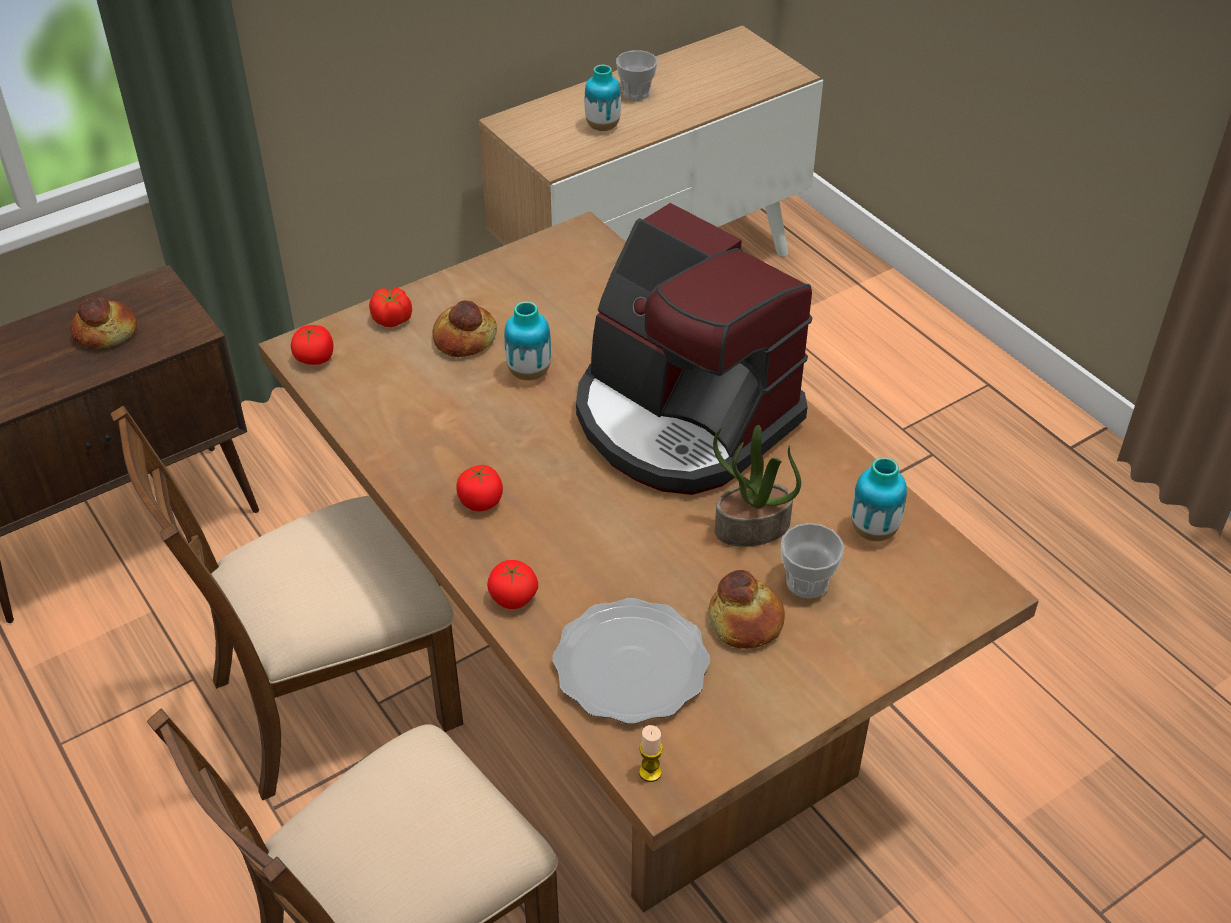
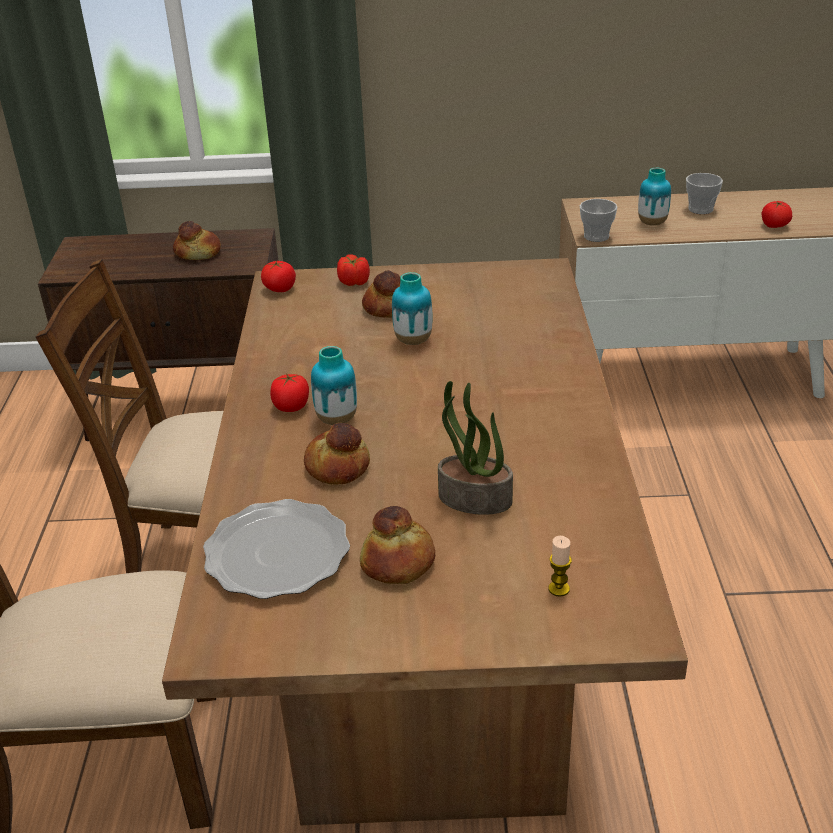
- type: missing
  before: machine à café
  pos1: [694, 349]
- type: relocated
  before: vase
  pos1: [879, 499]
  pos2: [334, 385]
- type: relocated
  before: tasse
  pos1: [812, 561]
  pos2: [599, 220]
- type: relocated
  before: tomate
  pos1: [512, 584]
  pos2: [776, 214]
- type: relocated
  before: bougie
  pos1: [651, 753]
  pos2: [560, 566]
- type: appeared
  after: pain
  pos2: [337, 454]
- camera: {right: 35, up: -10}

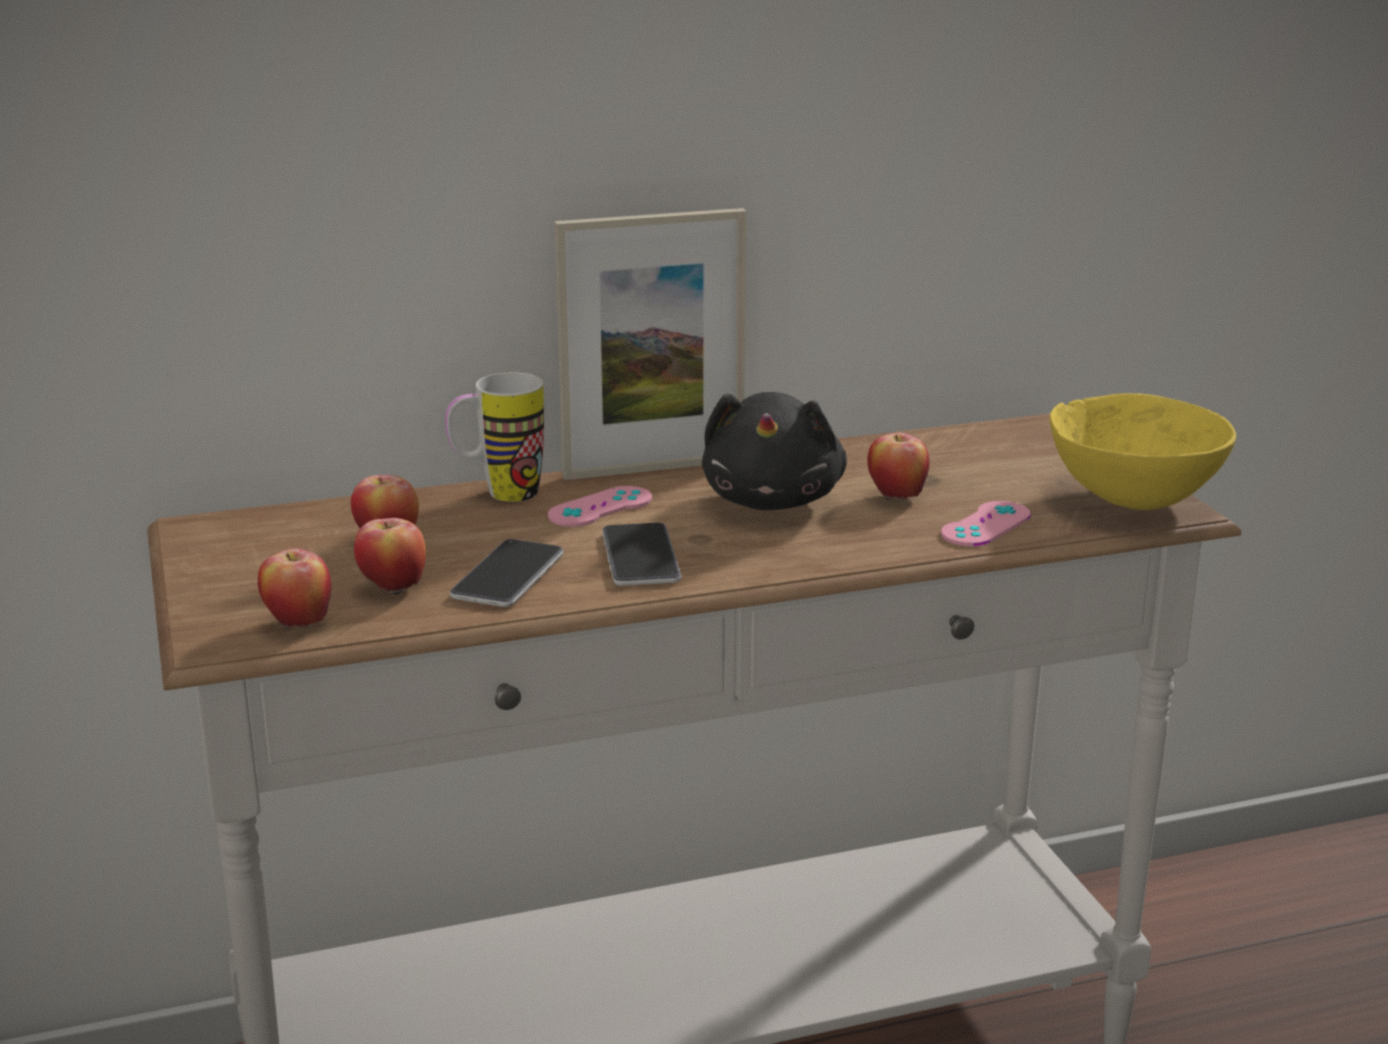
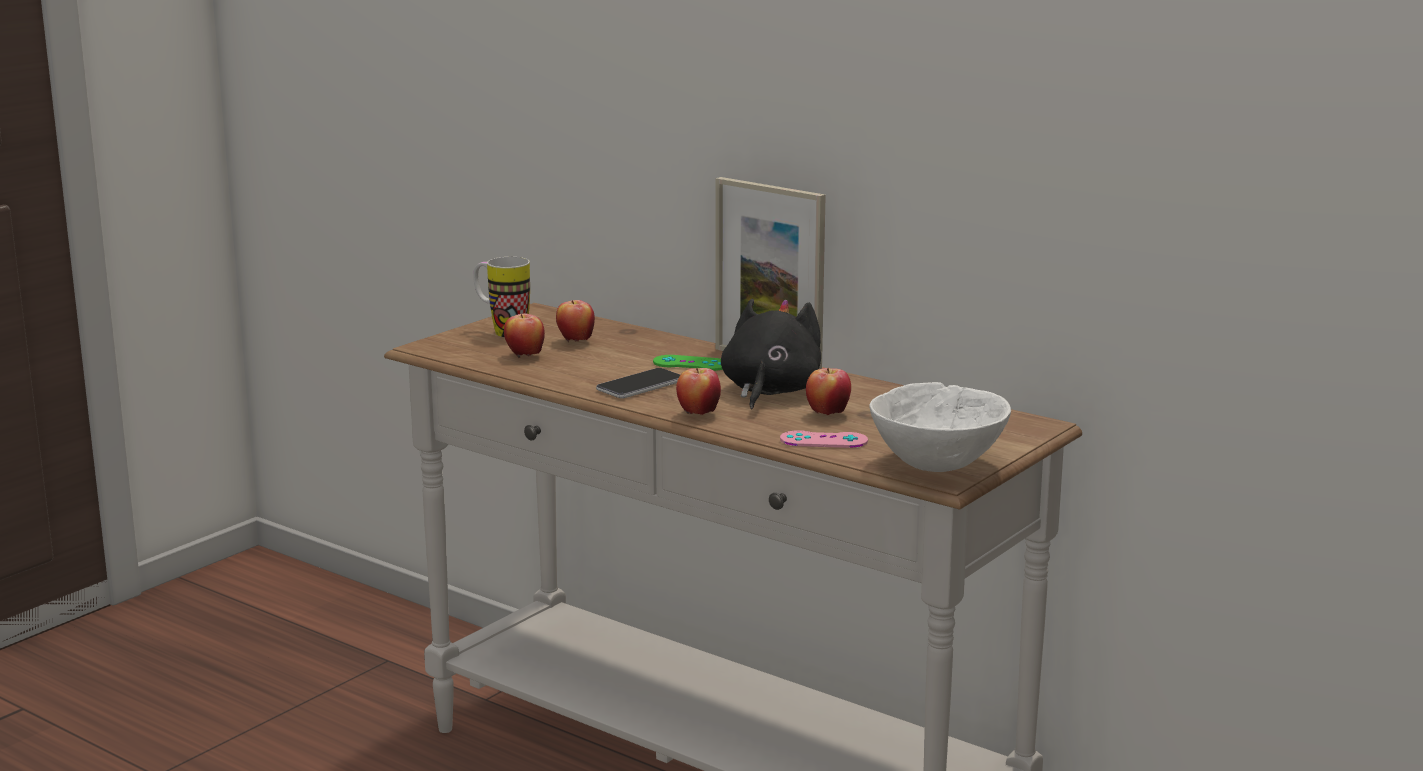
- type: relocated
  before: mug
  pos1: [494, 437]
  pos2: [501, 297]
- type: spun
  before: peluche (noir)
  pos1: [774, 451]
  pos2: [771, 354]
  turn: 135
- type: colour
  before: bol (jaune)
  after: bol (blanc)
  pos1: [1142, 451]
  pos2: [940, 427]
- type: colour
  before: manette (rose)
  after: manette (vert)
  pos1: [600, 506]
  pos2: [688, 363]
- type: missing
  before: téléphone
  pos1: [506, 573]
- type: relocated
  before: pomme
  pos1: [295, 589]
  pos2: [698, 391]
- camera: {right: 55, up: -5}

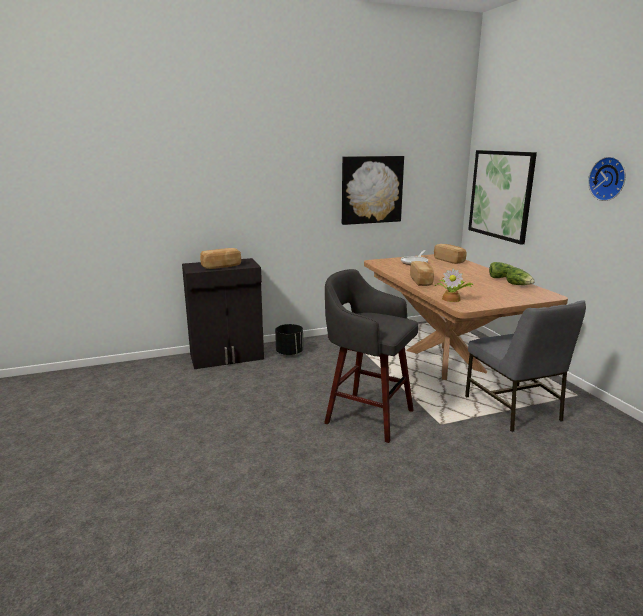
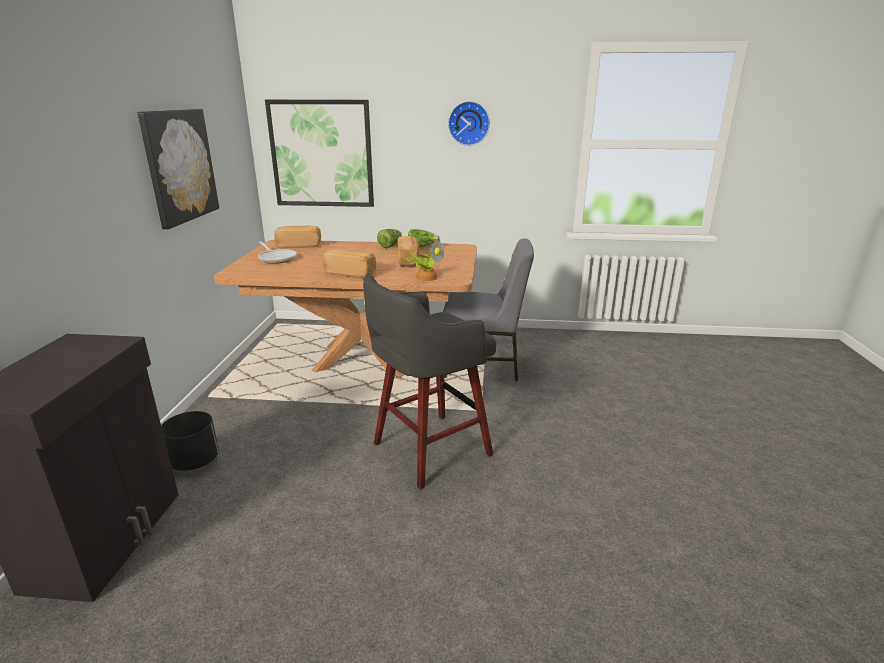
- type: relocated
  before: pain
  pos1: [220, 258]
  pos2: [409, 251]
- camera: {right: -65, up: 5}

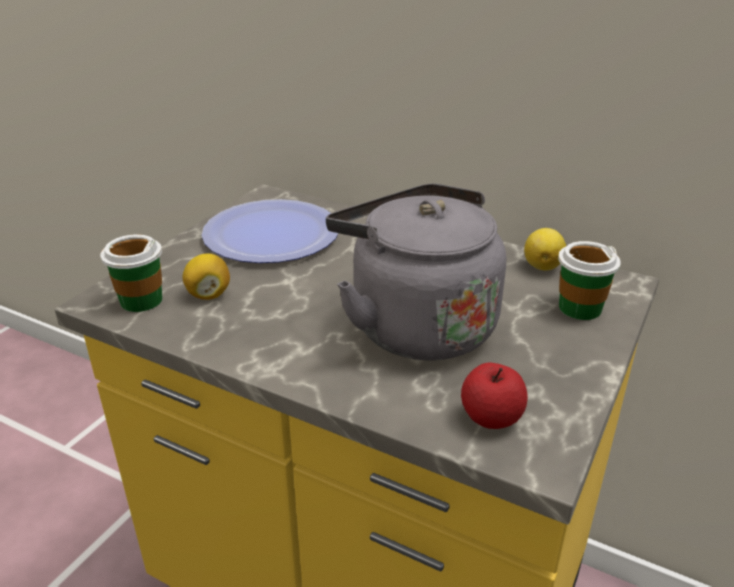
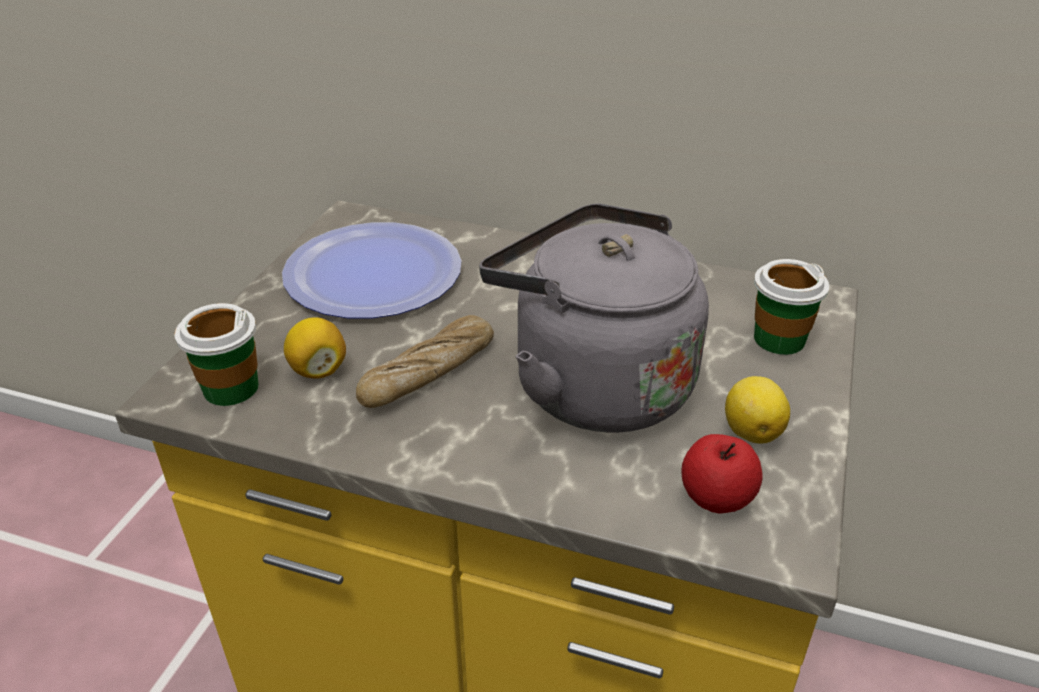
- type: relocated
  before: citron
  pos1: [545, 249]
  pos2: [757, 409]
- type: appeared
  after: pain
  pos2: [425, 361]
- camera: {right: -10, up: 5}

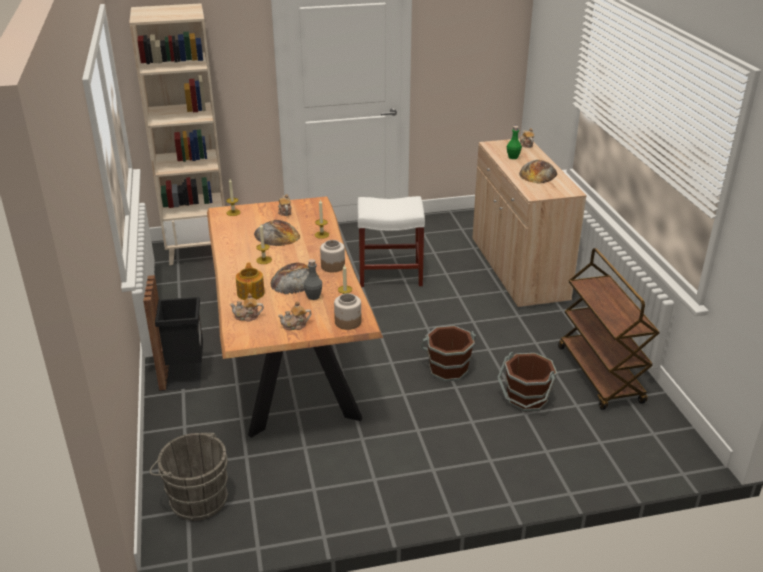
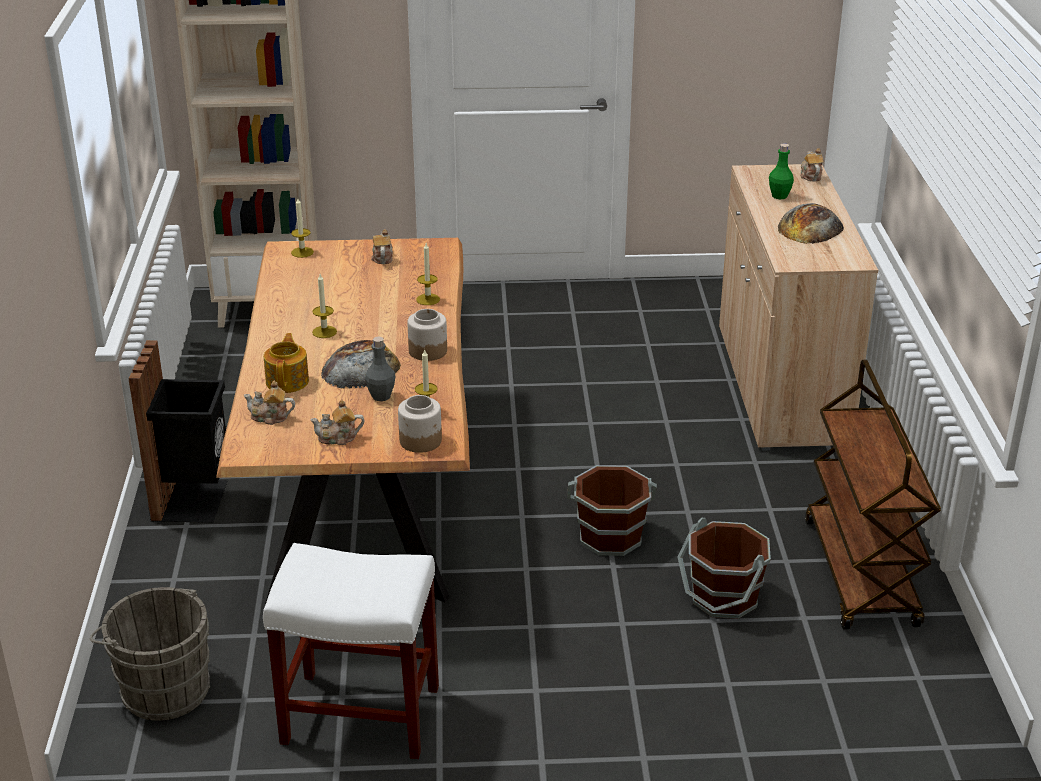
- type: relocated
  before: tabouret (blanc)
  pos1: [391, 241]
  pos2: [351, 651]
- type: missing
  before: pain
  pos1: [277, 233]
- camera: {right: 10, up: 0}

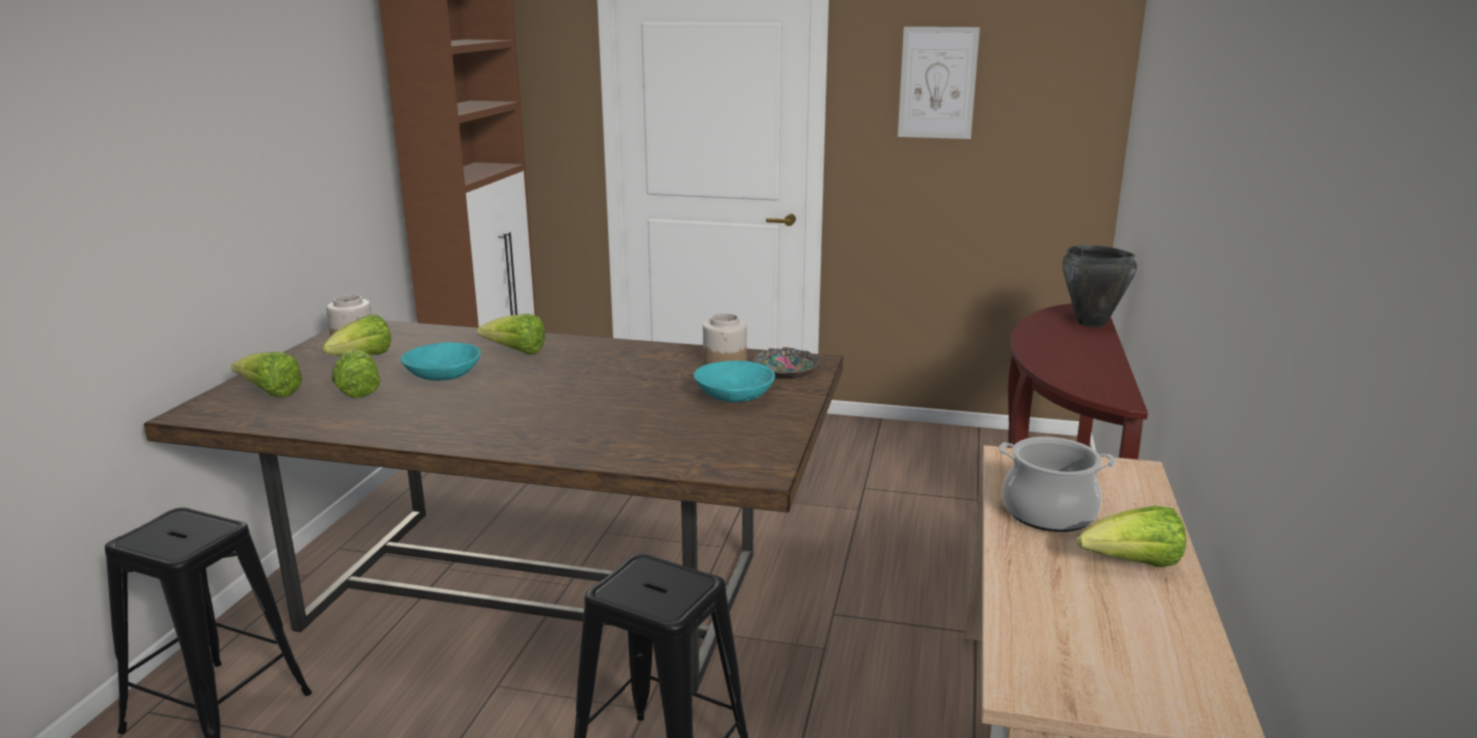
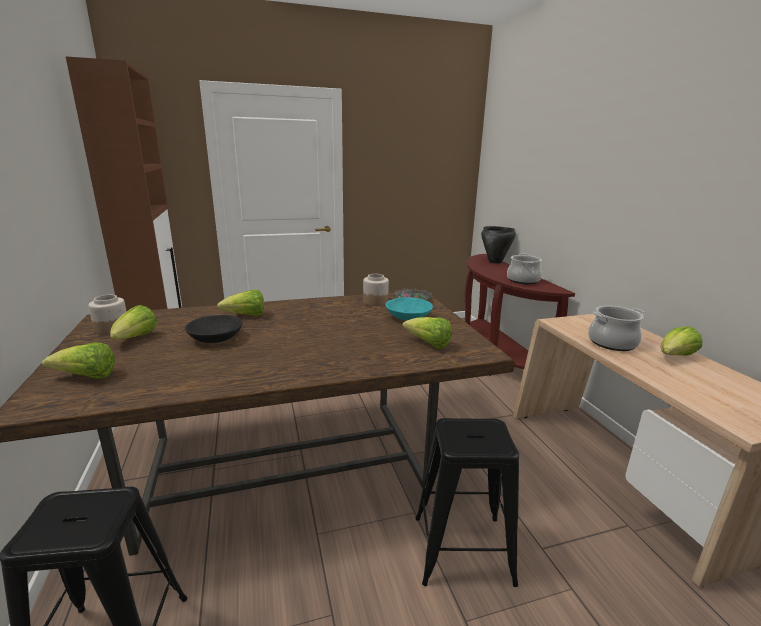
- type: missing
  before: tableau
  pos1: [939, 83]
- type: colour
  before: bol (turquoise)
  after: bol (noir)
  pos1: [440, 361]
  pos2: [214, 329]
- type: relocated
  before: laitue
  pos1: [356, 373]
  pos2: [427, 333]
- type: appeared
  after: marmite
  pos2: [524, 269]
- camera: {right: -30, up: 0}

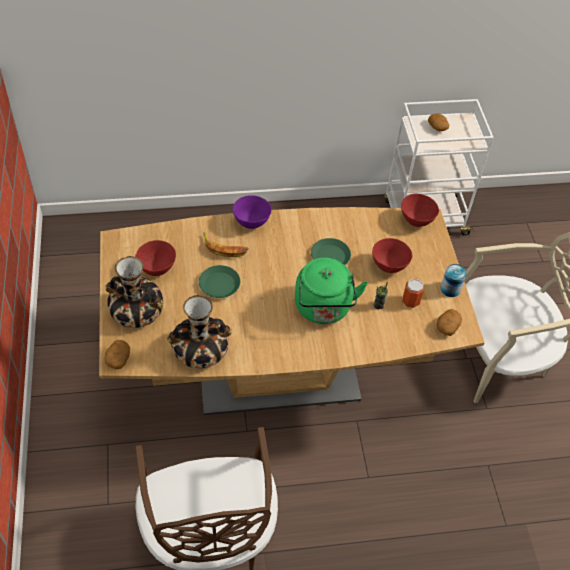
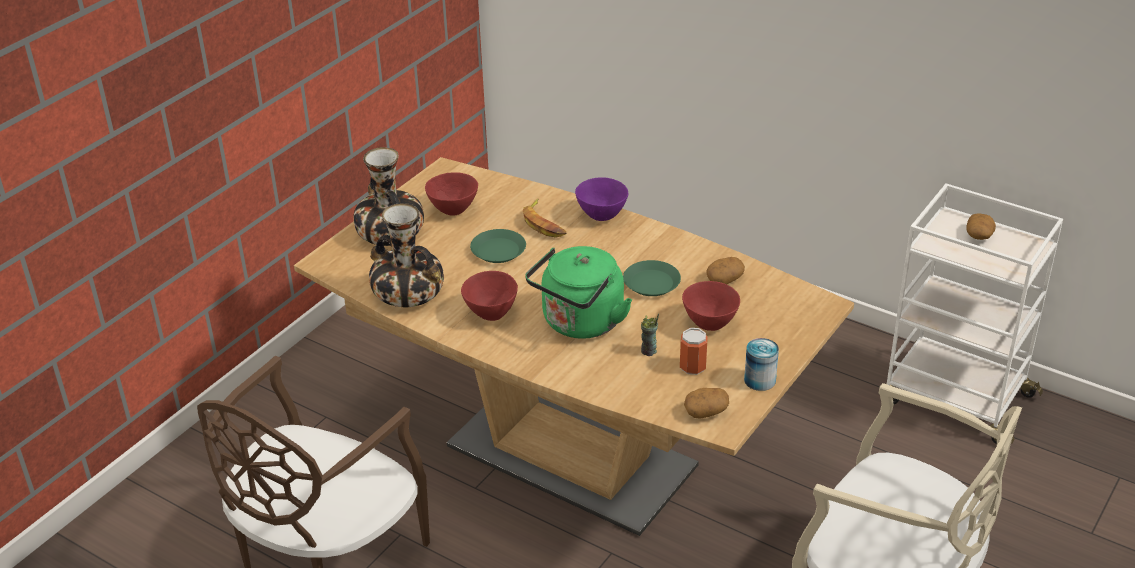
- type: relocated
  before: bol (rouge)
  pos1: [420, 210]
  pos2: [489, 296]
- type: relocated
  before: pomme de terre
  pos1: [117, 354]
  pos2: [725, 270]
- camera: {right: 45, up: -15}

